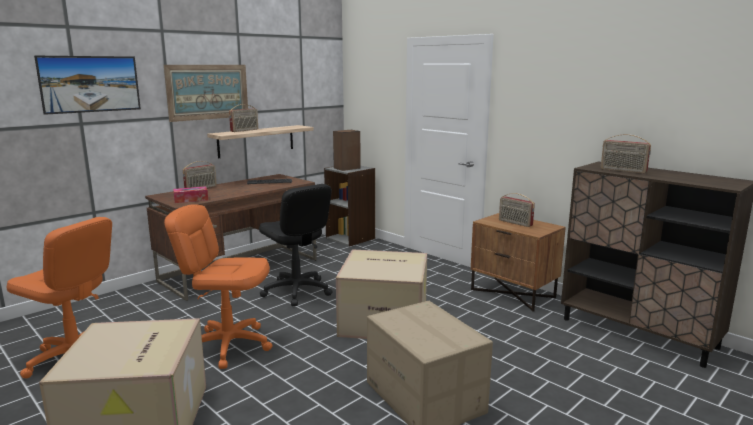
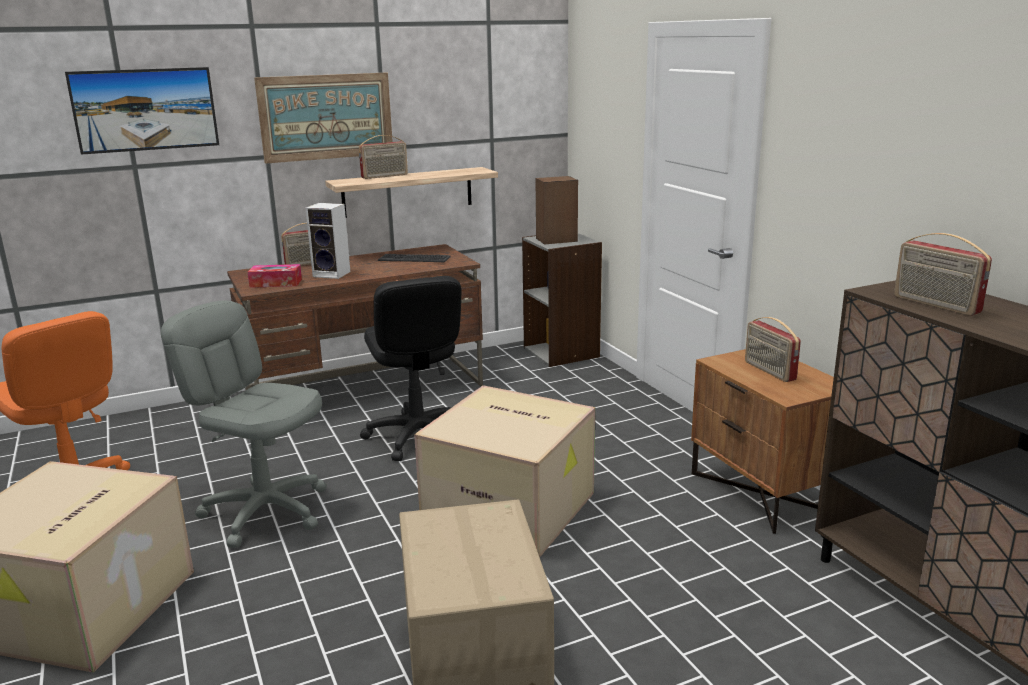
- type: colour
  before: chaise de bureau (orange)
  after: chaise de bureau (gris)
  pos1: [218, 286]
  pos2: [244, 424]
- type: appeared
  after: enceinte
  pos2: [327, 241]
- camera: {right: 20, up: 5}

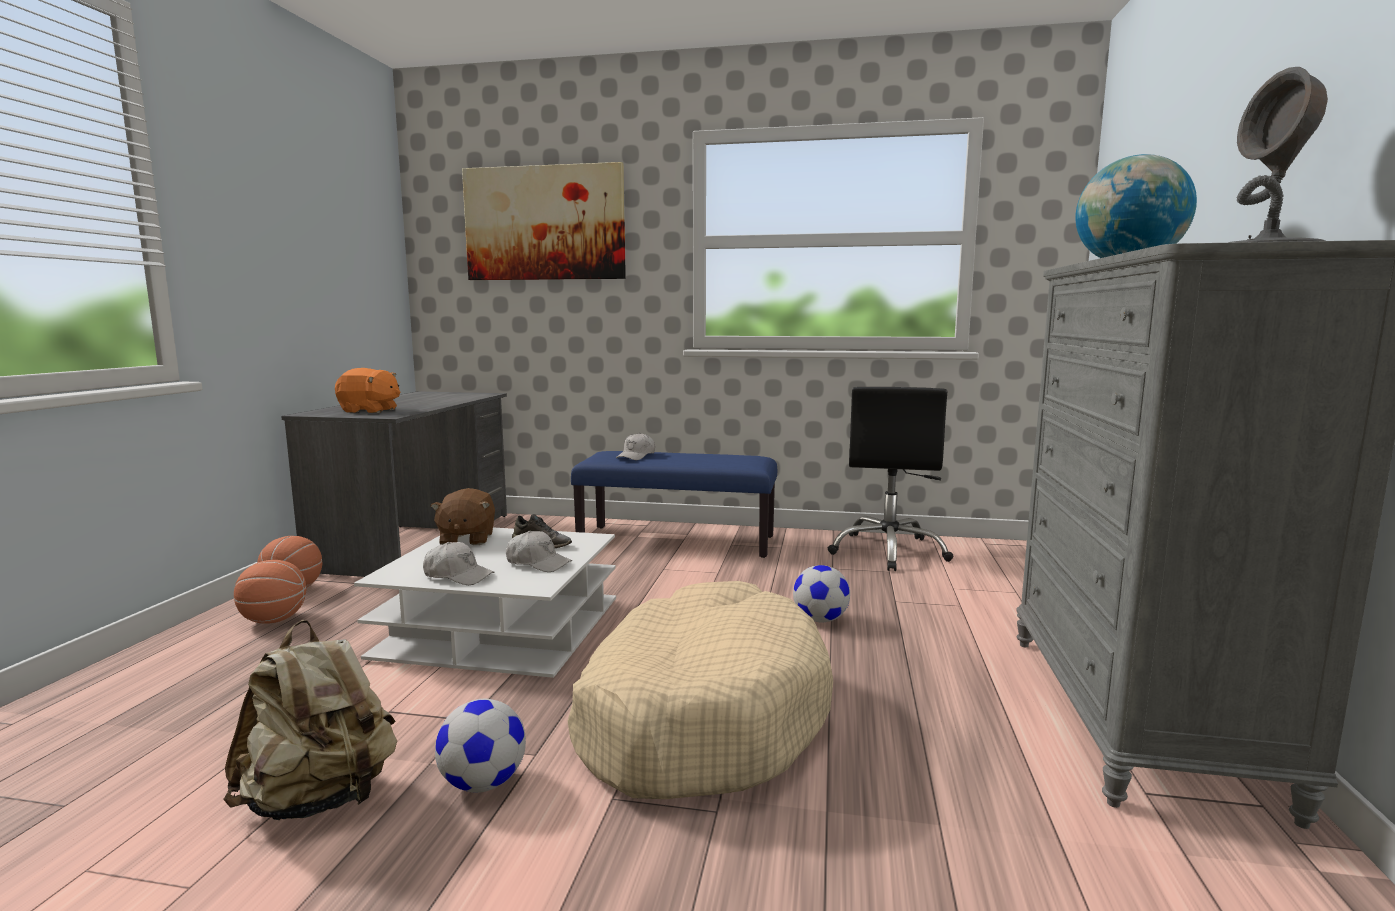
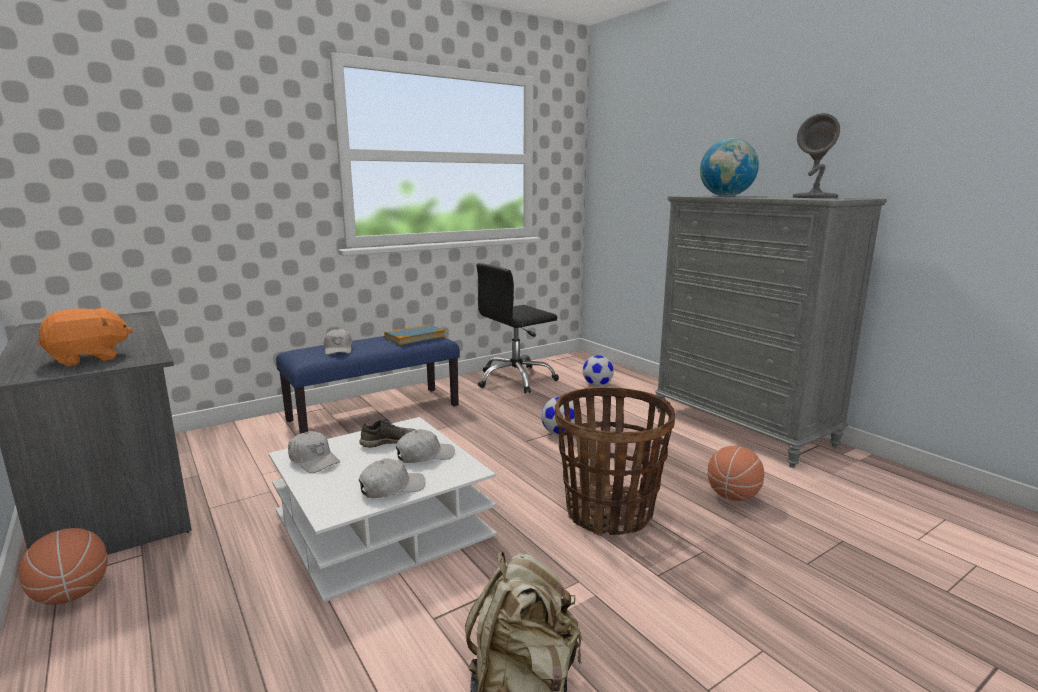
- type: missing
  before: tableau
  pos1: [544, 221]
- type: spun
  before: chaise de bureau (noir)
  pos1: [890, 479]
  pos2: [517, 328]
  turn: 90
- type: exchanged
  before: peluche (marron)
  after: casquette (blanc)
  pos1: [462, 516]
  pos2: [314, 452]
- type: relocated
  before: ballon de basket
  pos1: [270, 592]
  pos2: [735, 473]
- type: exchanged
  before: panier pour chien (beige)
  after: panier
  pos1: [700, 690]
  pos2: [615, 461]
- type: relocated
  before: ballon de foot
  pos1: [480, 746]
  pos2: [598, 370]
- type: appeared
  after: livre
  pos2: [415, 334]
- camera: {right: -45, up: 5}

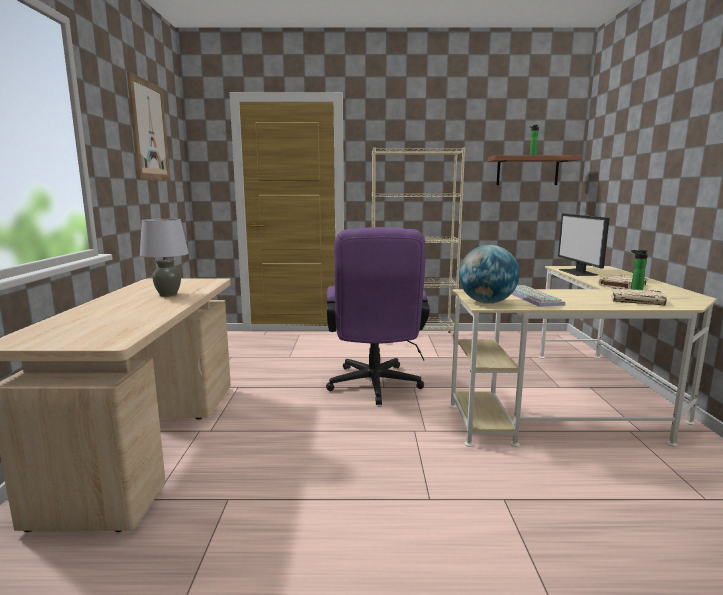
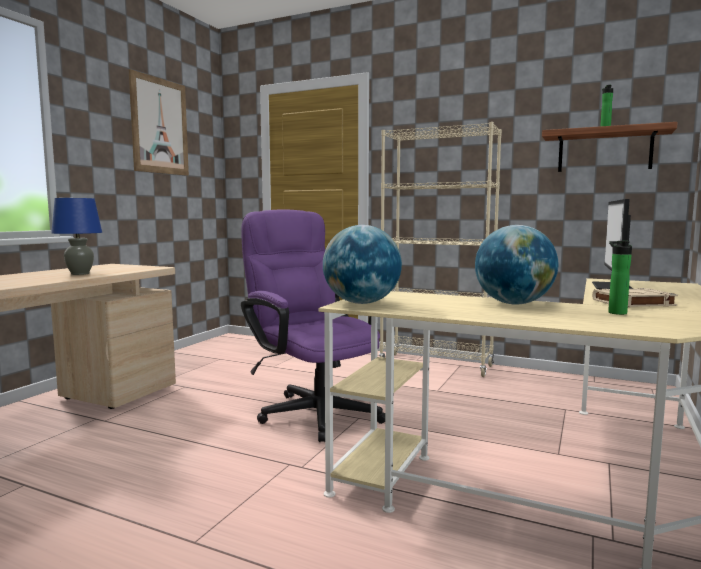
- type: colour
  before: lampe de table (gris)
  after: lampe de table (bleu)
  pos1: [164, 258]
  pos2: [76, 236]
- type: spun
  before: chaise de bureau (violet)
  pos1: [378, 316]
  pos2: [313, 326]
  turn: 120
- type: missing
  before: clavier
  pos1: [538, 296]
- type: missing
  before: livre (beige)
  pos1: [639, 296]
- type: appeared
  after: globe
  pos2: [516, 265]
- camera: {right: 25, up: -5}

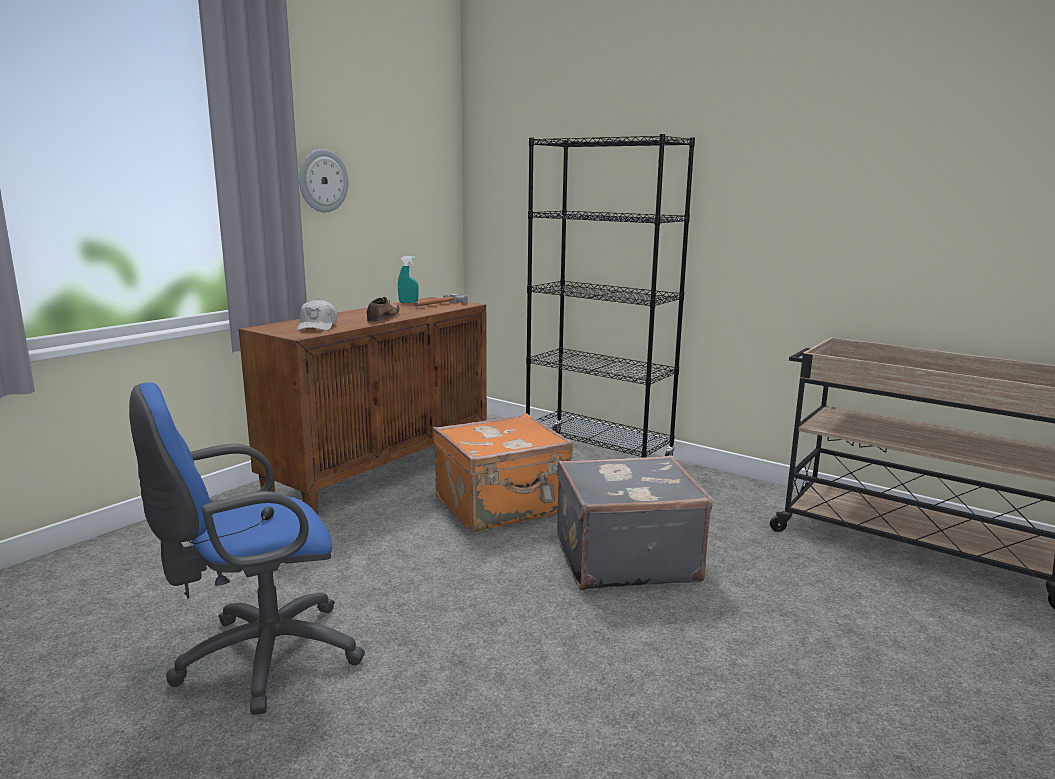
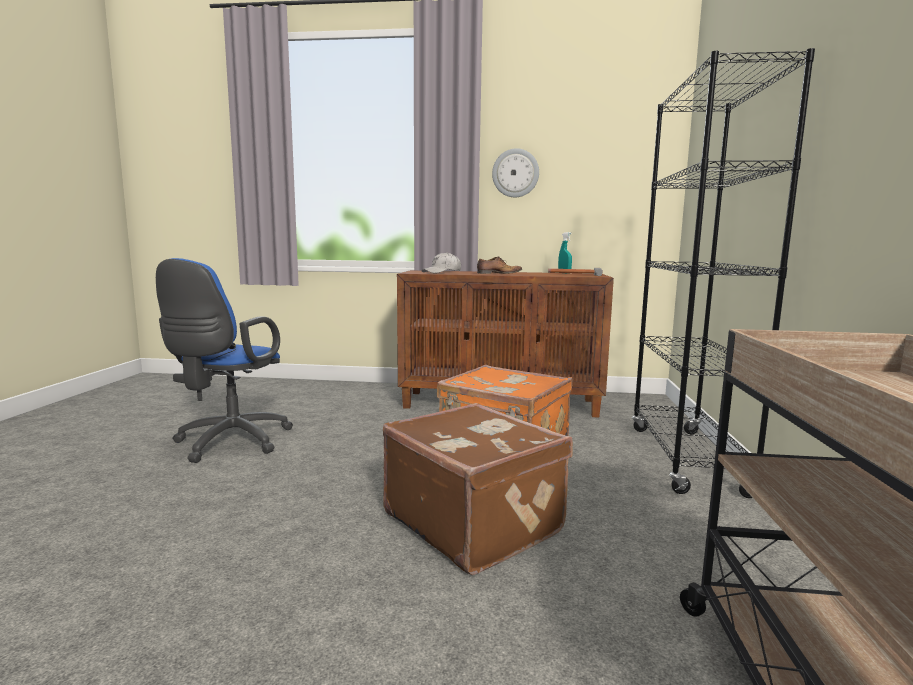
- type: spun
  before: chaise de bureau (bleu)
  pos1: [247, 548]
  pos2: [224, 360]
  turn: -105
- type: colour
  before: valise (gris)
  after: valise (marron)
  pos1: [635, 522]
  pos2: [478, 489]
- camera: {right: 60, up: -5}

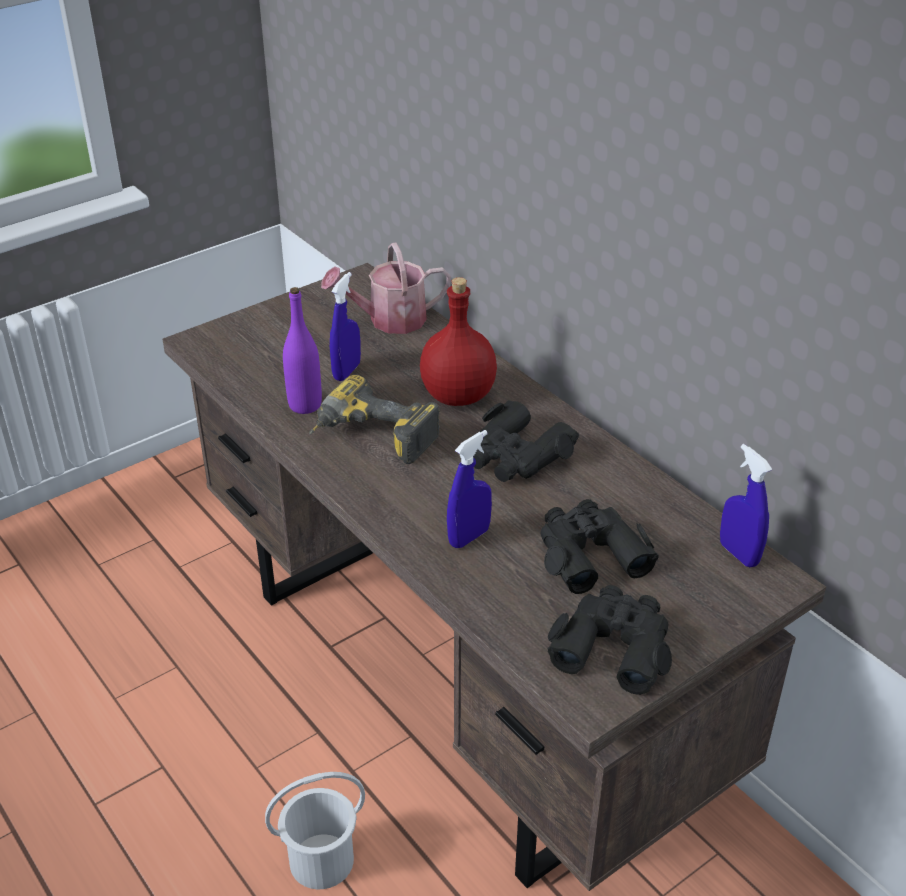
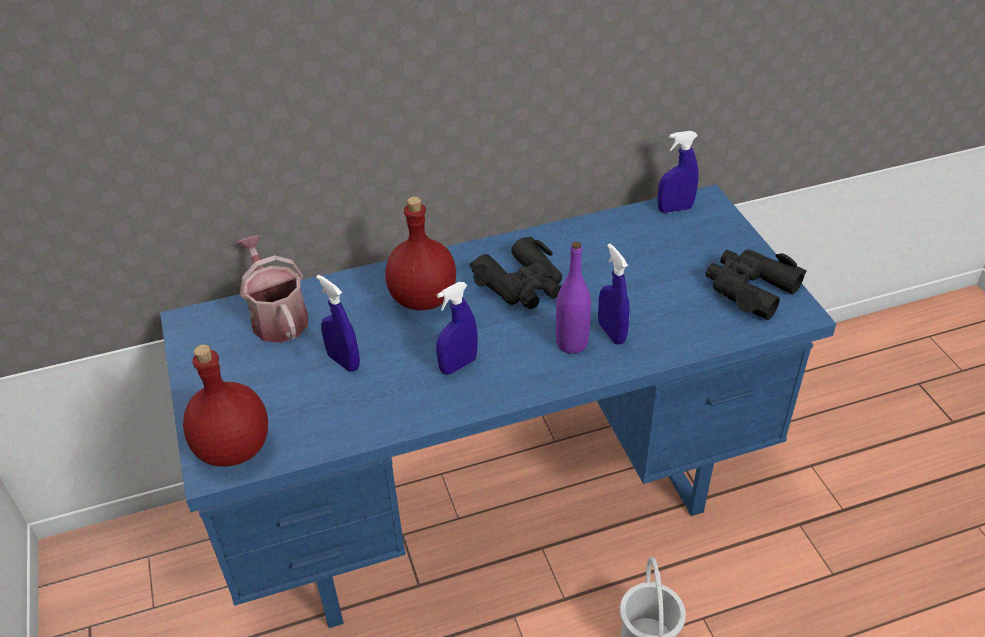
- type: spun
  before: arrosoir
  pos1: [386, 288]
  pos2: [272, 289]
  turn: 150
- type: colour
  before: bureau (marron)
  after: bureau (bleu)
  pos1: [494, 577]
  pos2: [498, 406]
- type: relocated
  before: bouteille (violet)
  pos1: [302, 350]
  pos2: [573, 297]
- type: exchanged
  before: perceuse
  after: vaporisateur (bleu)
  pos1: [374, 419]
  pos2: [457, 328]
- type: missing
  before: jumelles (noir)
  pos1: [599, 546]
- type: appeared
  after: bouteille (rouge)
  pos2: [225, 405]
- camera: {right: -70, up: 5}

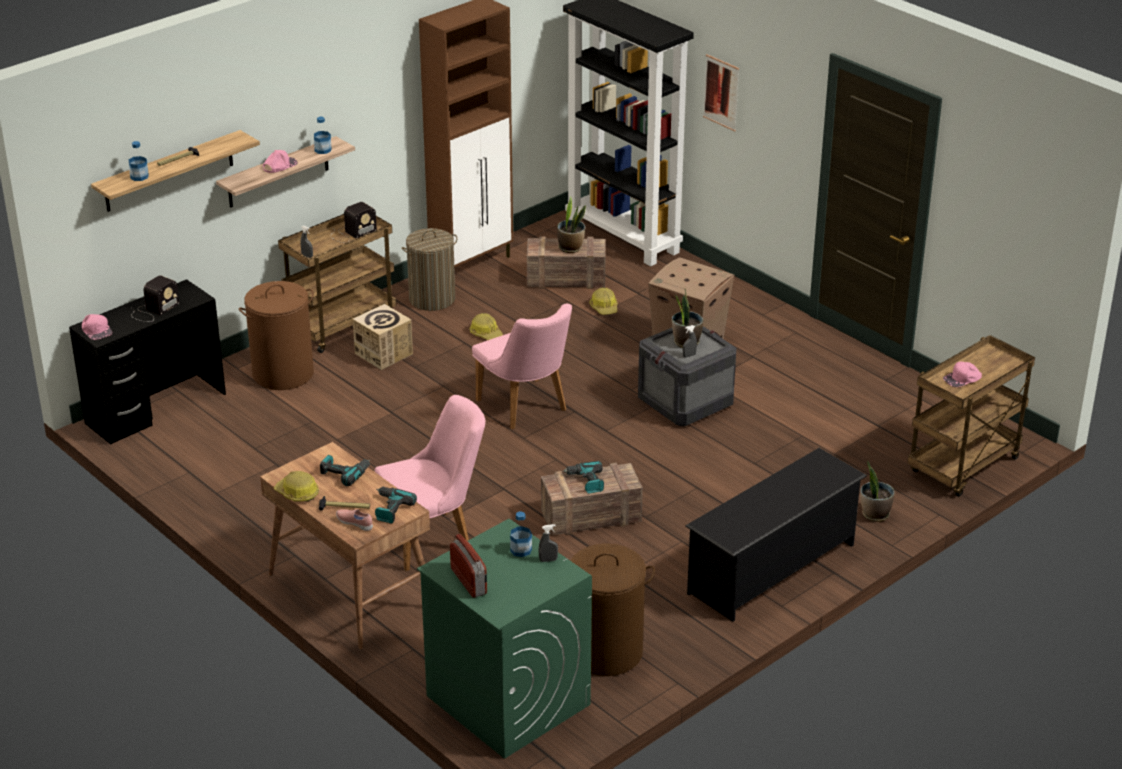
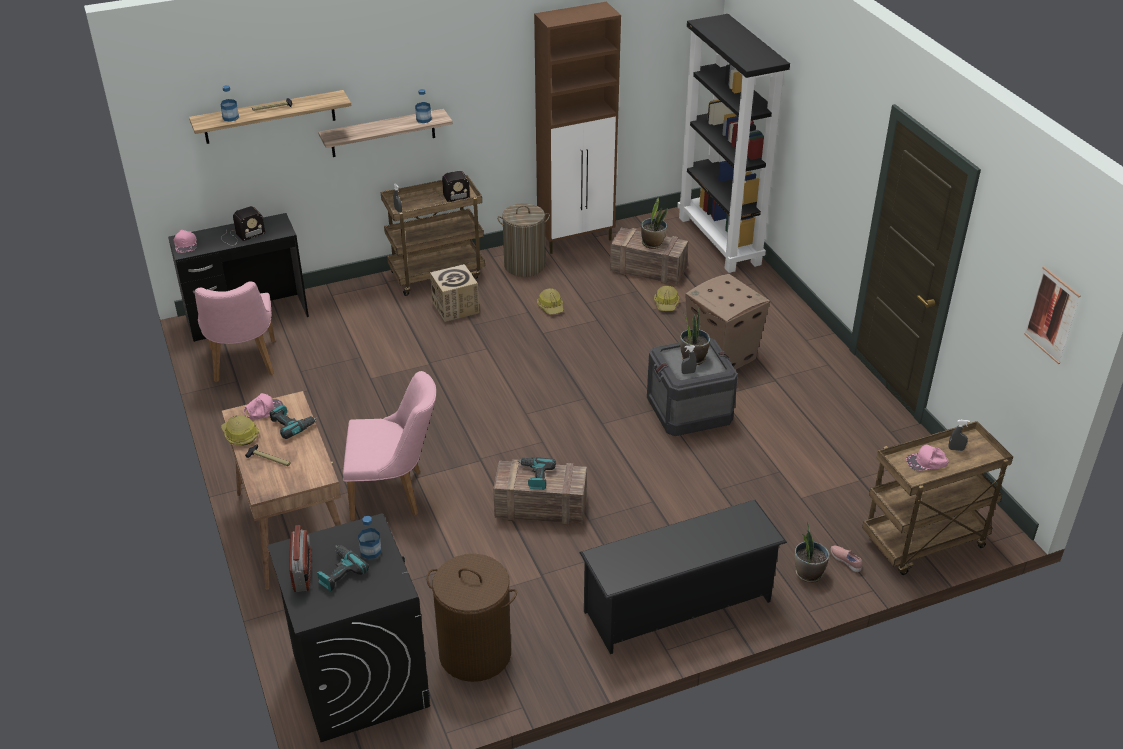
- type: relocated
  before: tableau
  pos1: [721, 92]
  pos2: [1052, 315]
- type: relocated
  before: casquette (rose)
  pos1: [280, 161]
  pos2: [263, 406]
- type: missing
  before: panier à linge (marron)
  pos1: [276, 335]
- type: relocated
  before: chaise (rose)
  pos1: [522, 366]
  pos2: [234, 332]
- type: relocated
  before: perceuse
  pos1: [396, 505]
  pos2: [343, 568]
- type: relocated
  before: chaussure (rose)
  pos1: [354, 520]
  pos2: [846, 558]
- type: colour
  before: lave-linge (vert)
  after: lave-linge (noir)
  pos1: [504, 639]
  pos2: [348, 627]
- type: relocated
  before: vaporisateur (gris)
  pos1: [548, 543]
  pos2: [959, 435]
- camera: {right: 20, up: 5}

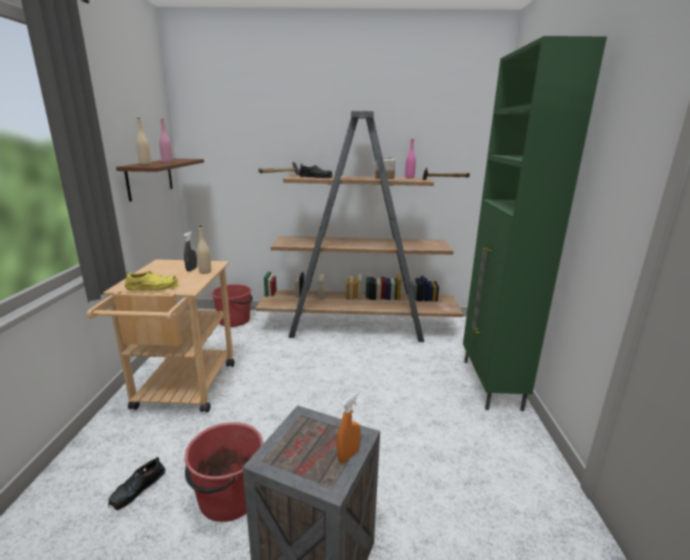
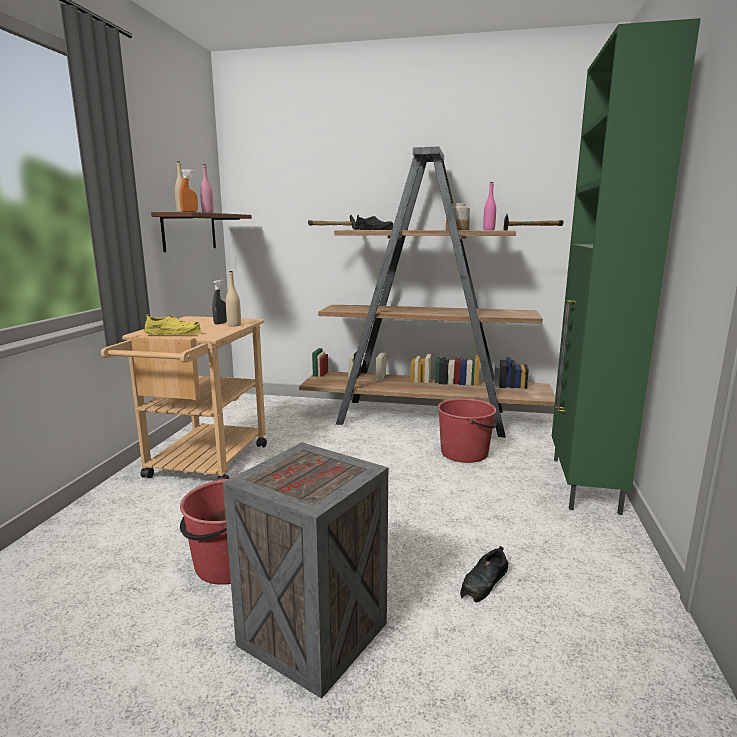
- type: relocated
  before: seau (rouge)
  pos1: [232, 305]
  pos2: [467, 430]
- type: relocated
  before: vaporisateur (orange)
  pos1: [349, 427]
  pos2: [188, 190]
- type: relocated
  before: chaussure (noir)
  pos1: [136, 483]
  pos2: [484, 574]
- camera: {right: 10, up: -5}

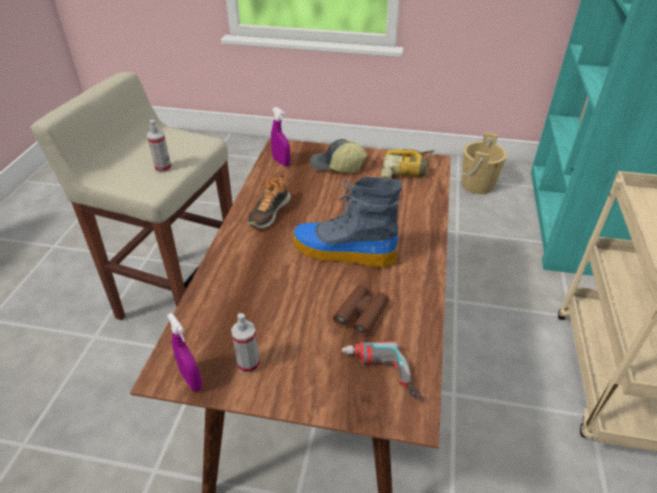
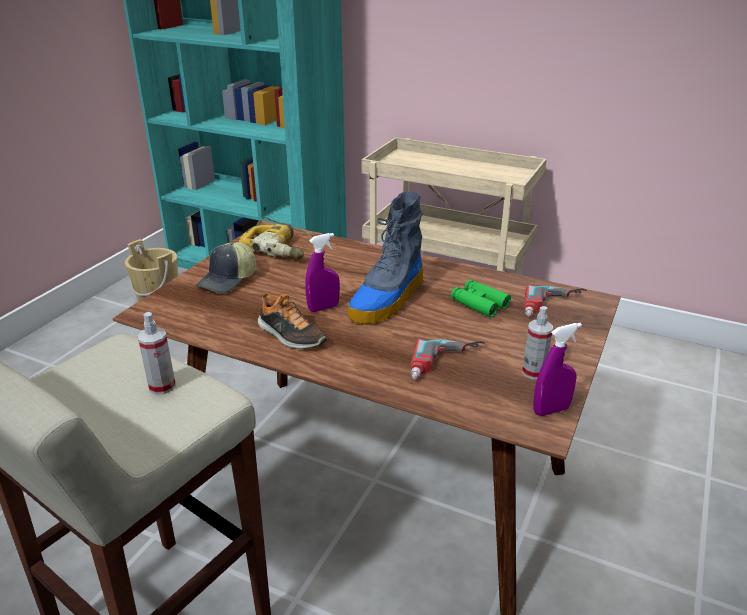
- type: relocated
  before: vaporisateur (violet)
  pos1: [281, 136]
  pos2: [322, 272]
- type: colour
  before: jumelles (marron)
  after: jumelles (vert)
  pos1: [360, 310]
  pos2: [481, 298]
- type: appeared
  after: perceuse
  pos2: [447, 359]
- camera: {right: -75, up: -10}

